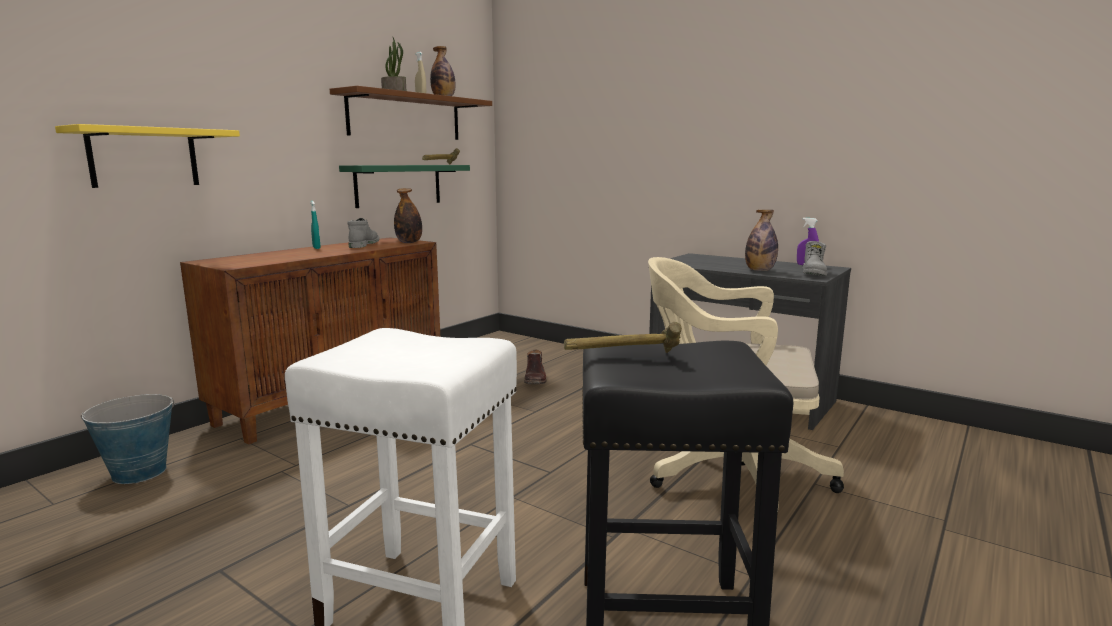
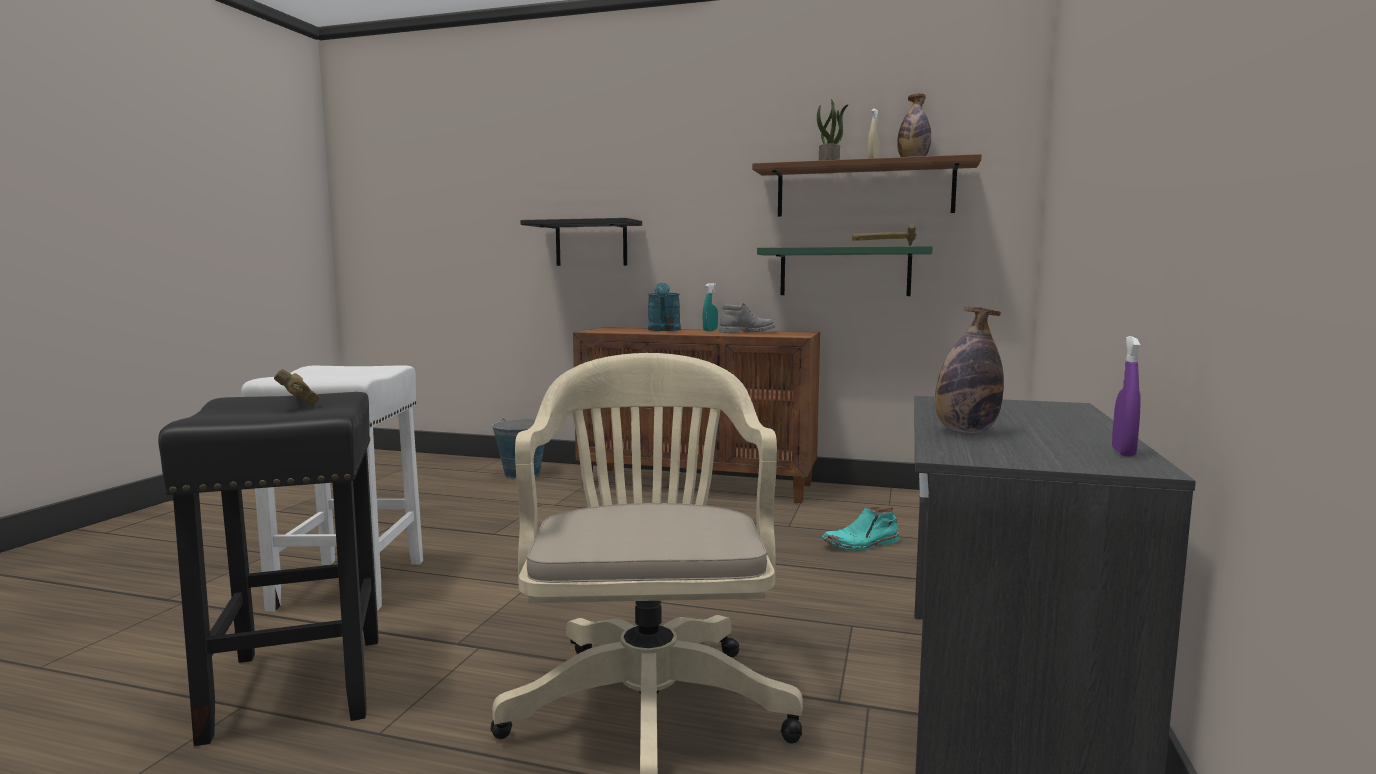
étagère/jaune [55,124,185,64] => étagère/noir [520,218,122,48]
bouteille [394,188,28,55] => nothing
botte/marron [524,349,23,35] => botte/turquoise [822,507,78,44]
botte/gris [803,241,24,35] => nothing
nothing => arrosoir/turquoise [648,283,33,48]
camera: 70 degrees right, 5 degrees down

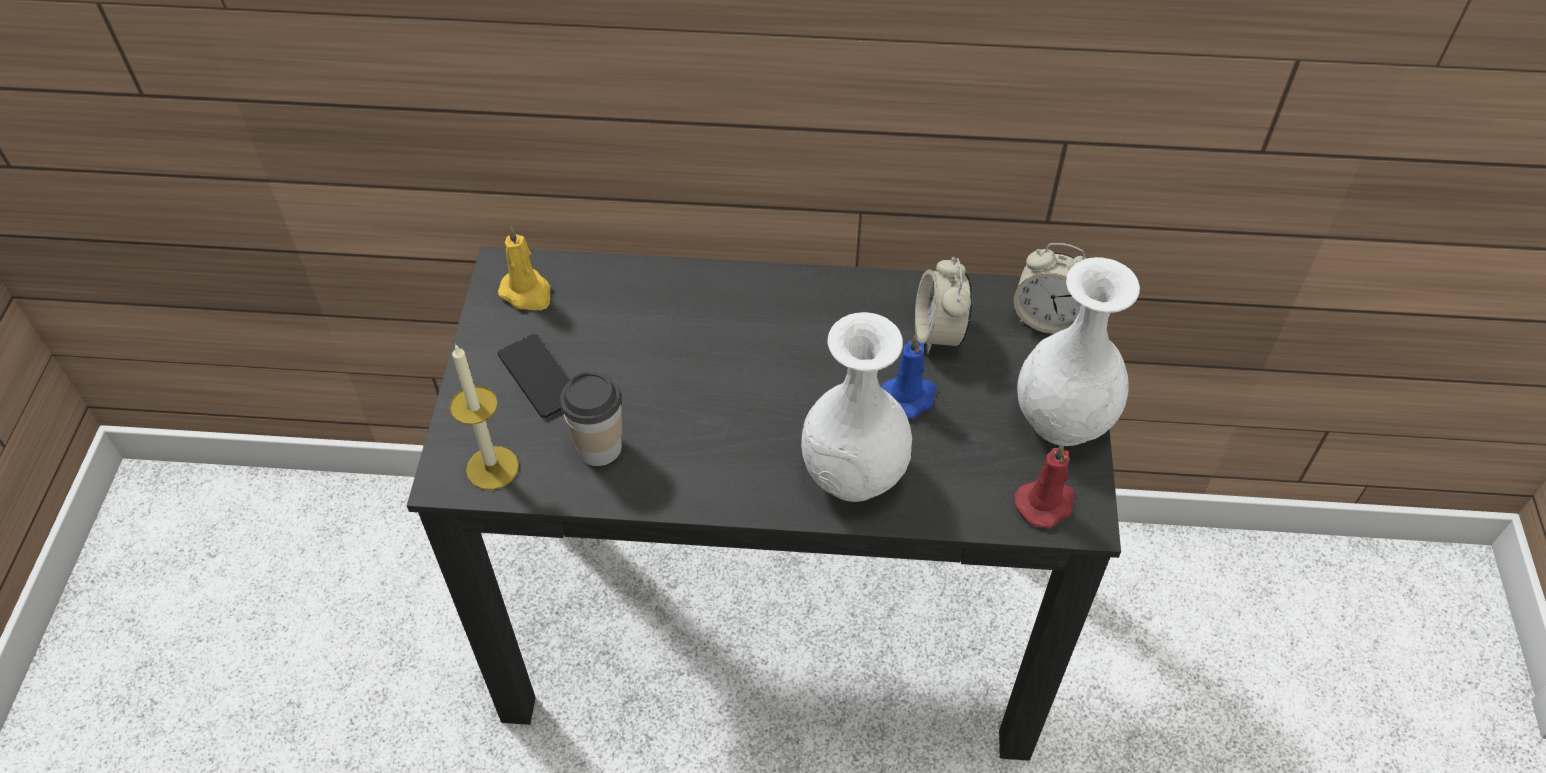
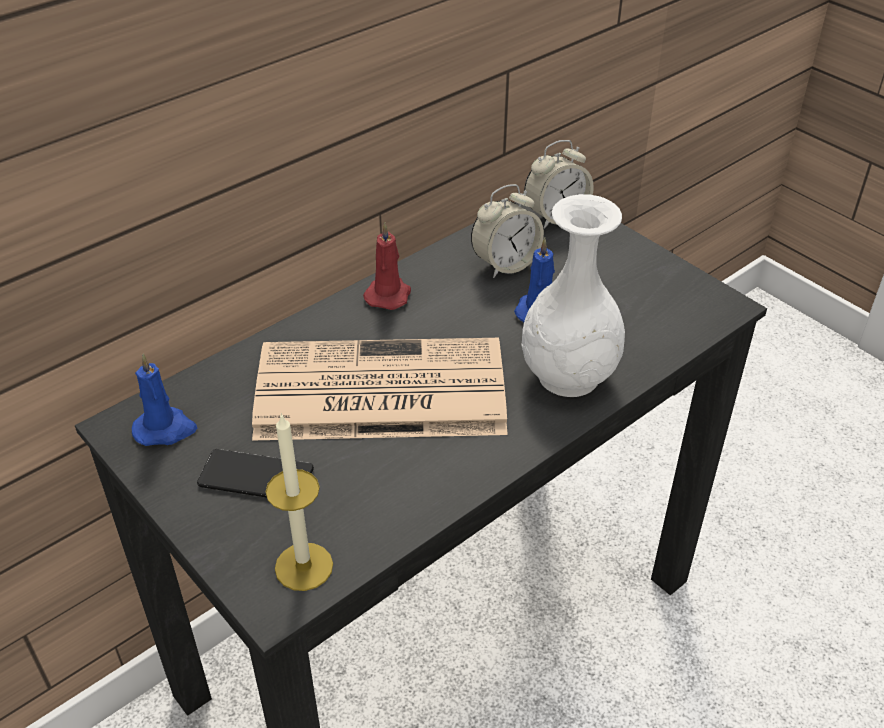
bougie/jaune [498,226,52,84] => bougie/bleu [132,354,65,92]
tasse [560,373,62,93] => nothing
réveil [915,257,57,97] => réveil [471,184,73,94], 75 degrees counterclockwise
bougie/rouge [1014,443,61,85] => bougie/rouge [363,223,48,87], move
vase/blanc [1017,257,123,189] => nothing
nothing => journal [252,338,256,102]
camera: 45 degrees left, 10 degrees down

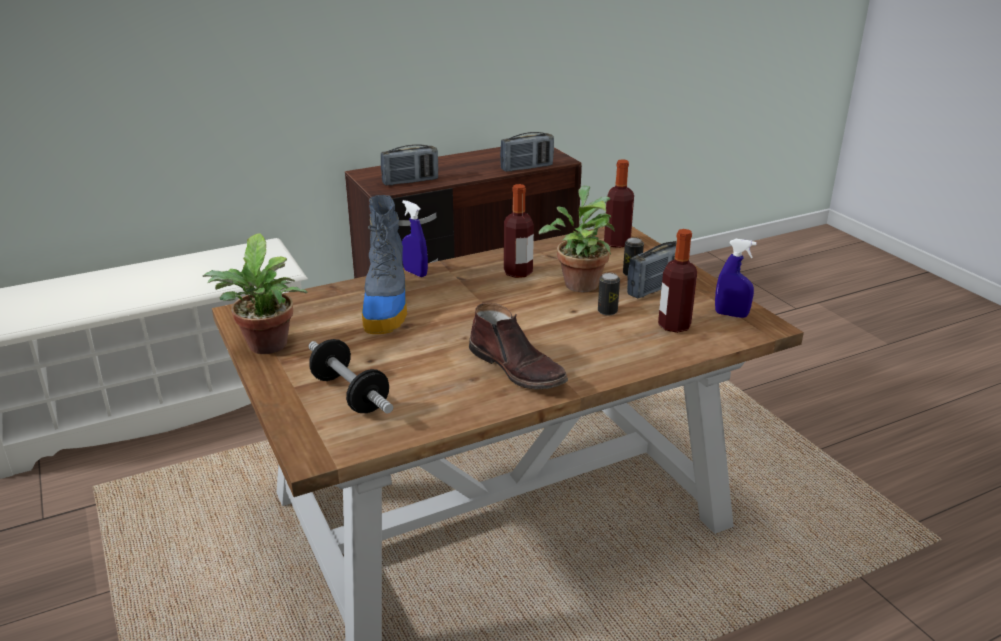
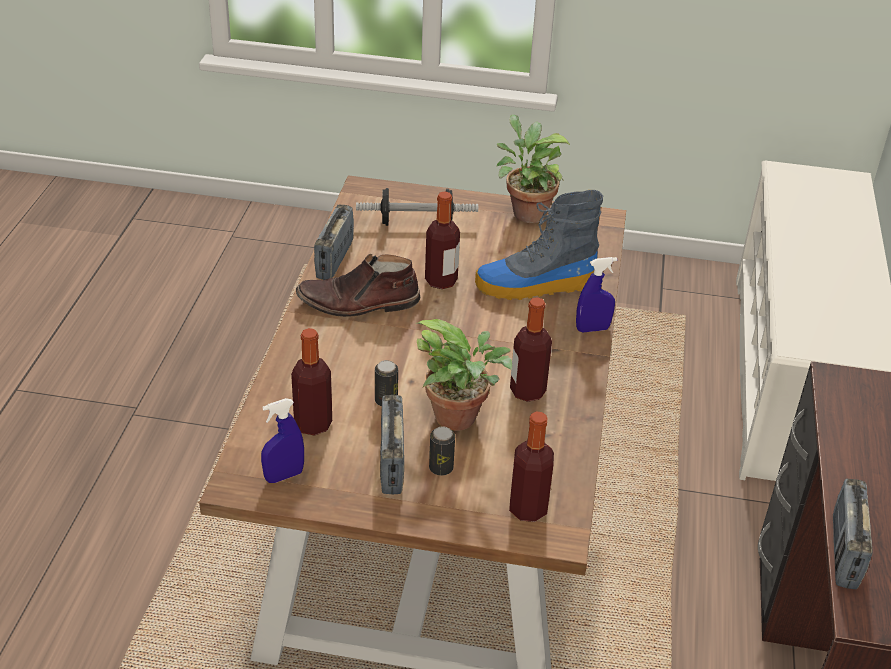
botte [362,195,45,139] => botte [475,190,128,110], 45 degrees counterclockwise
radio [381,144,57,42] => radio [314,205,40,75], move
nothing => bouteille [425,191,35,98]
camera: 125 degrees right, 10 degrees up

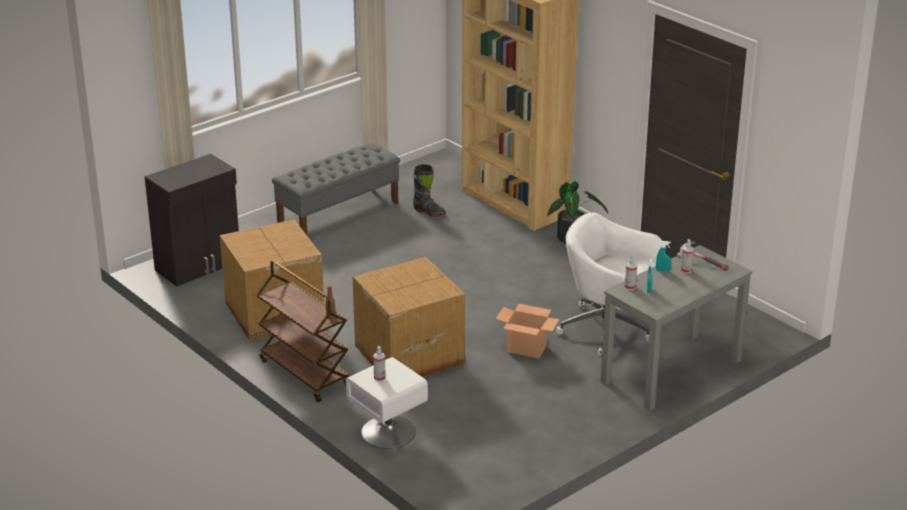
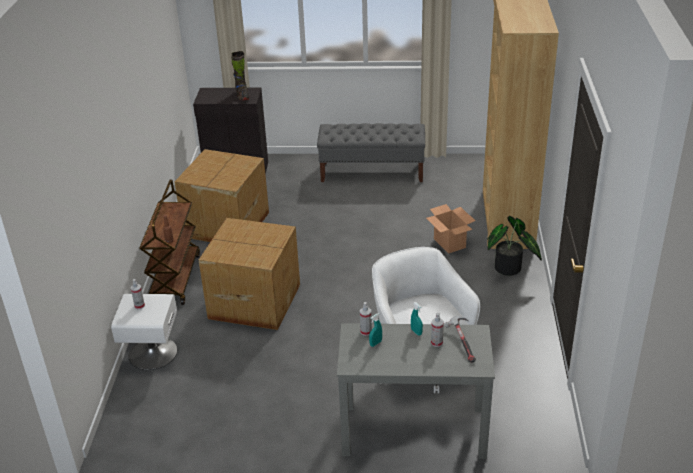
botte/noir [413,164,33,53] => botte/noir [231,51,18,50], move
carton [496,304,63,54] => carton [426,204,50,50], move
camera: 45 degrees right, 5 degrees up

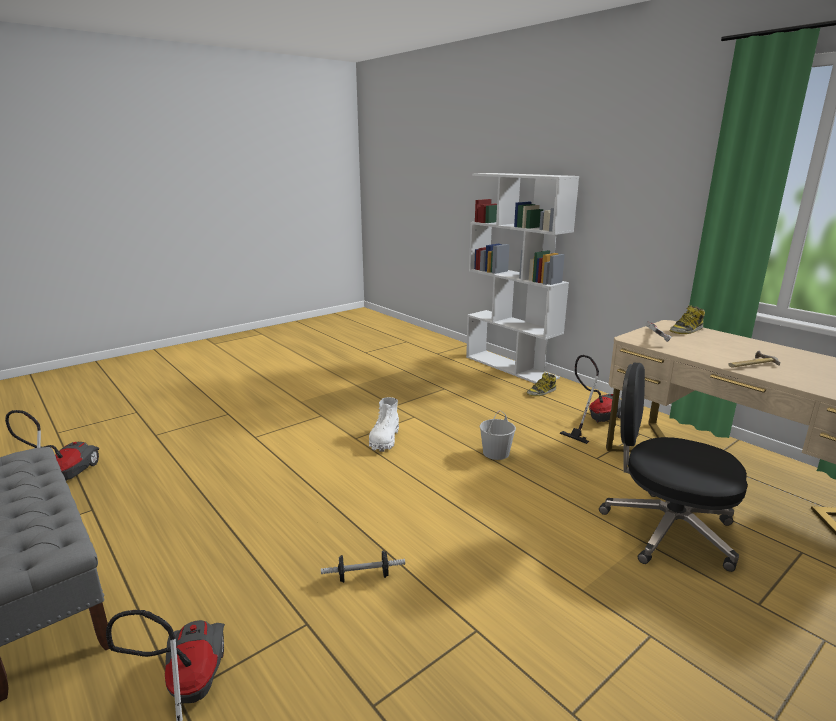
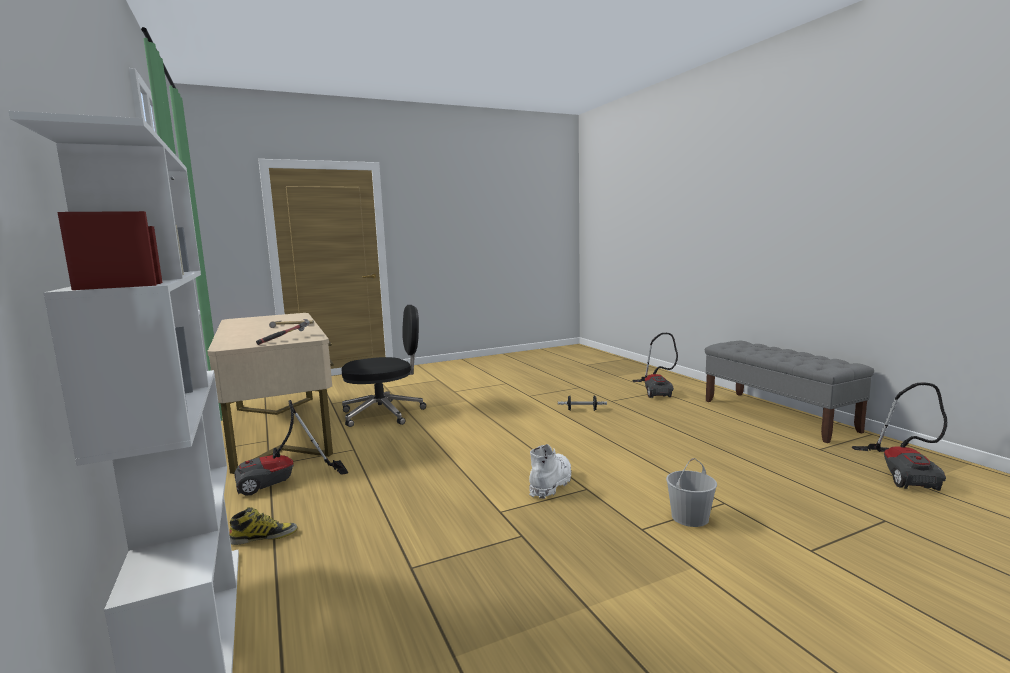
seau/blanc [480,410,36,50] => seau/blanc [666,458,51,69], move
chaise de bureau/noir [599,363,149,209] => chaise de bureau/noir [341,305,85,122], 60 degrees counterclockwise
botte [670,306,35,28] => nothing
camera: 165 degrees left, 10 degrees down

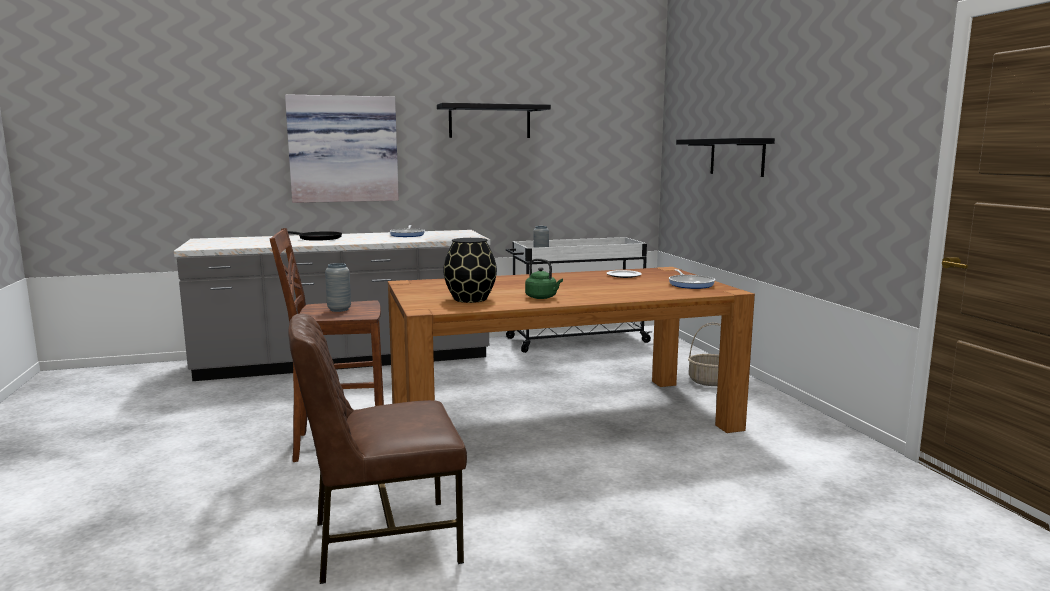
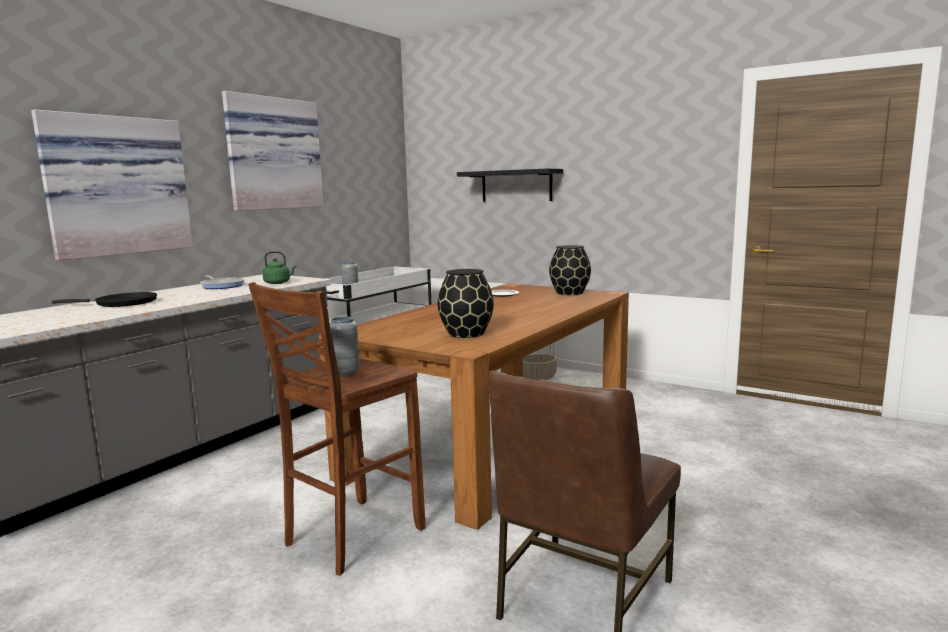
étagère/noir [437,103,114,35] => tableau [222,91,102,120]
bouilloire/vert [525,259,38,40] => bouilloire/vert [262,251,35,33], move
poêle [669,269,46,20] => vase/noir [549,245,42,50]
camera: 40 degrees left, 0 degrees up

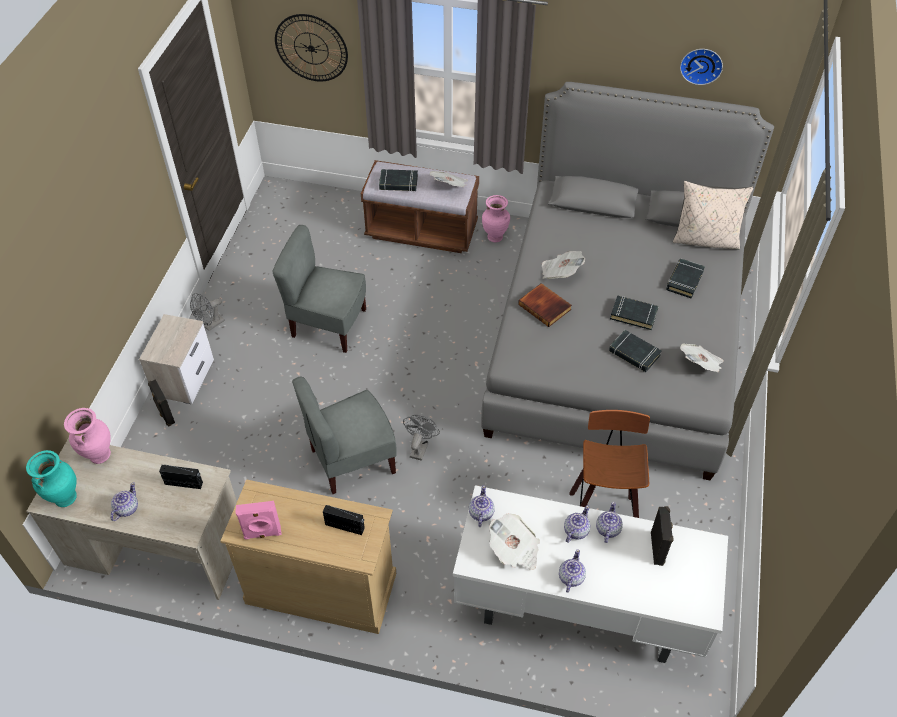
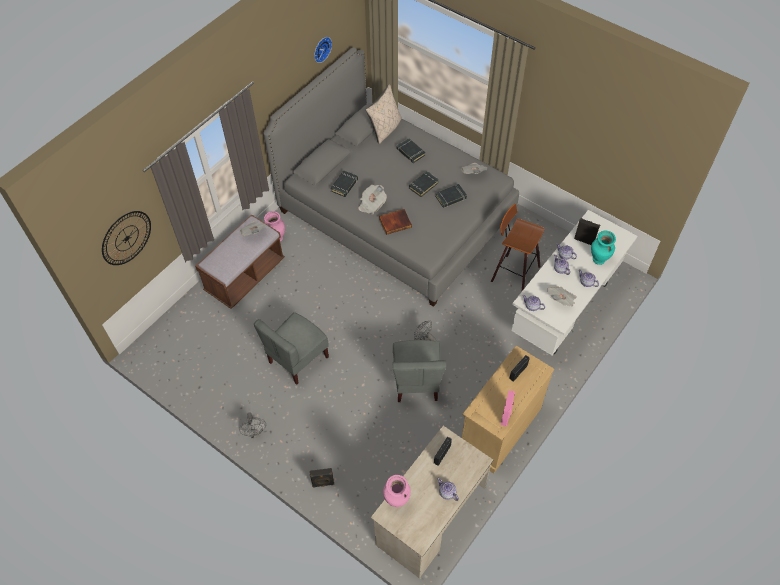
vase/turquoise [26,450,51,57] => vase/turquoise [591,231,25,34], move
table de chevet [139,314,75,90] => nothing
livre/noir [379,169,39,23] => livre/noir [330,170,28,27], move
camera: 65 degrees left, 5 degrees up

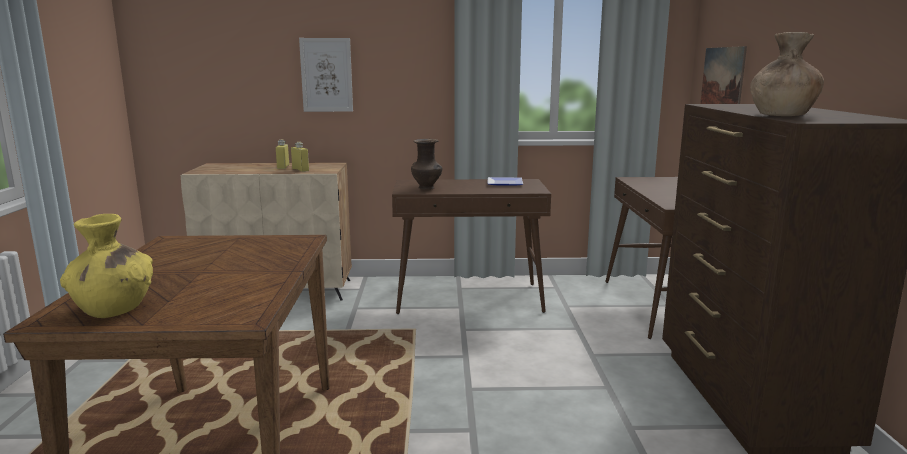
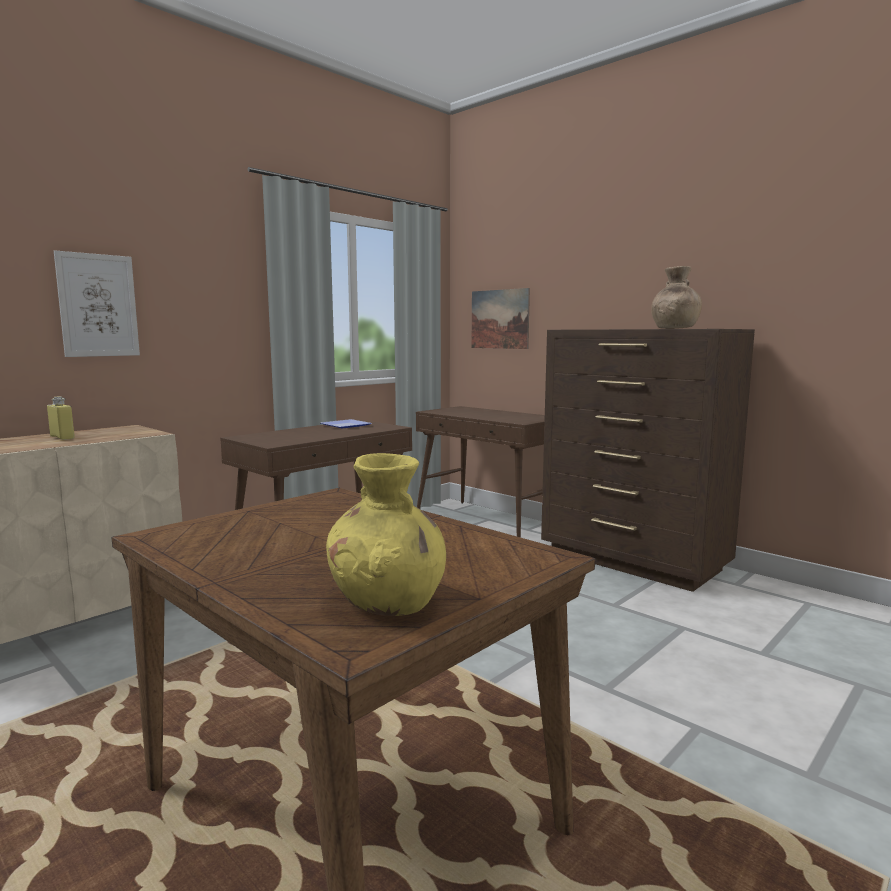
bouteille/jaune [291,142,18,30] => nothing
vase/marron [411,139,32,51] => nothing
camera: 45 degrees left, 5 degrees down

